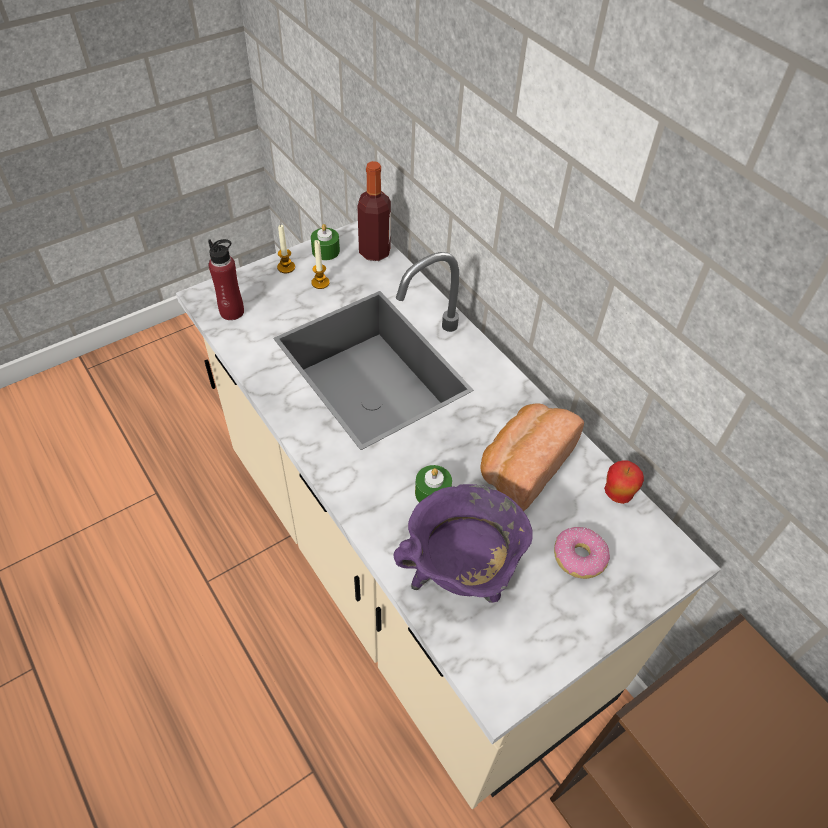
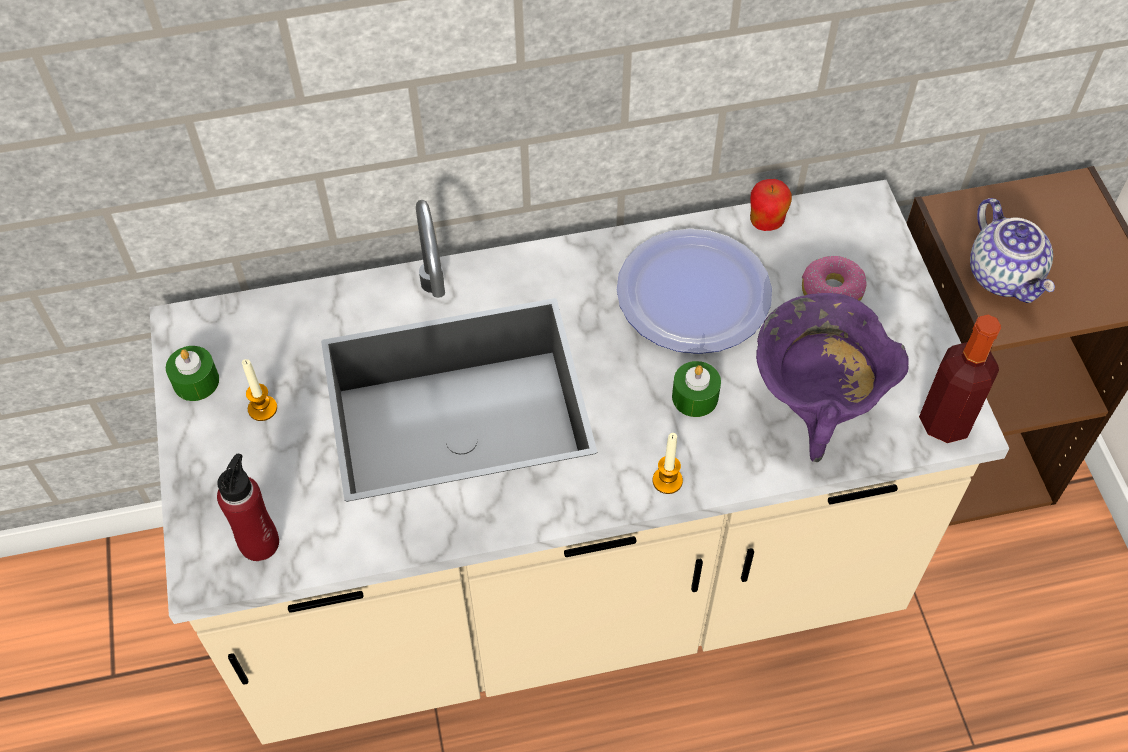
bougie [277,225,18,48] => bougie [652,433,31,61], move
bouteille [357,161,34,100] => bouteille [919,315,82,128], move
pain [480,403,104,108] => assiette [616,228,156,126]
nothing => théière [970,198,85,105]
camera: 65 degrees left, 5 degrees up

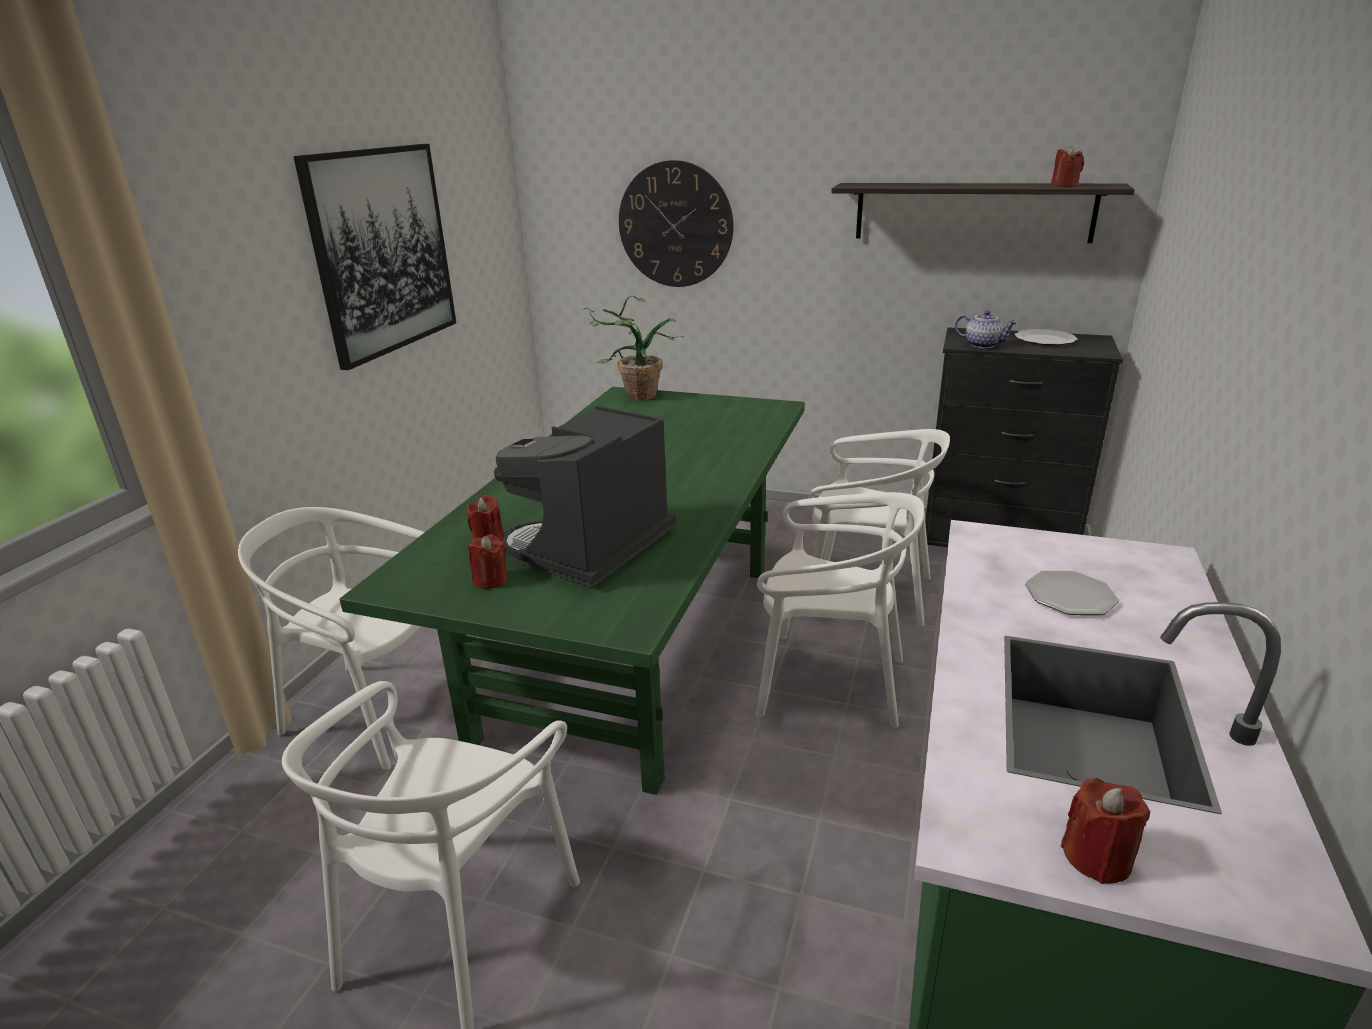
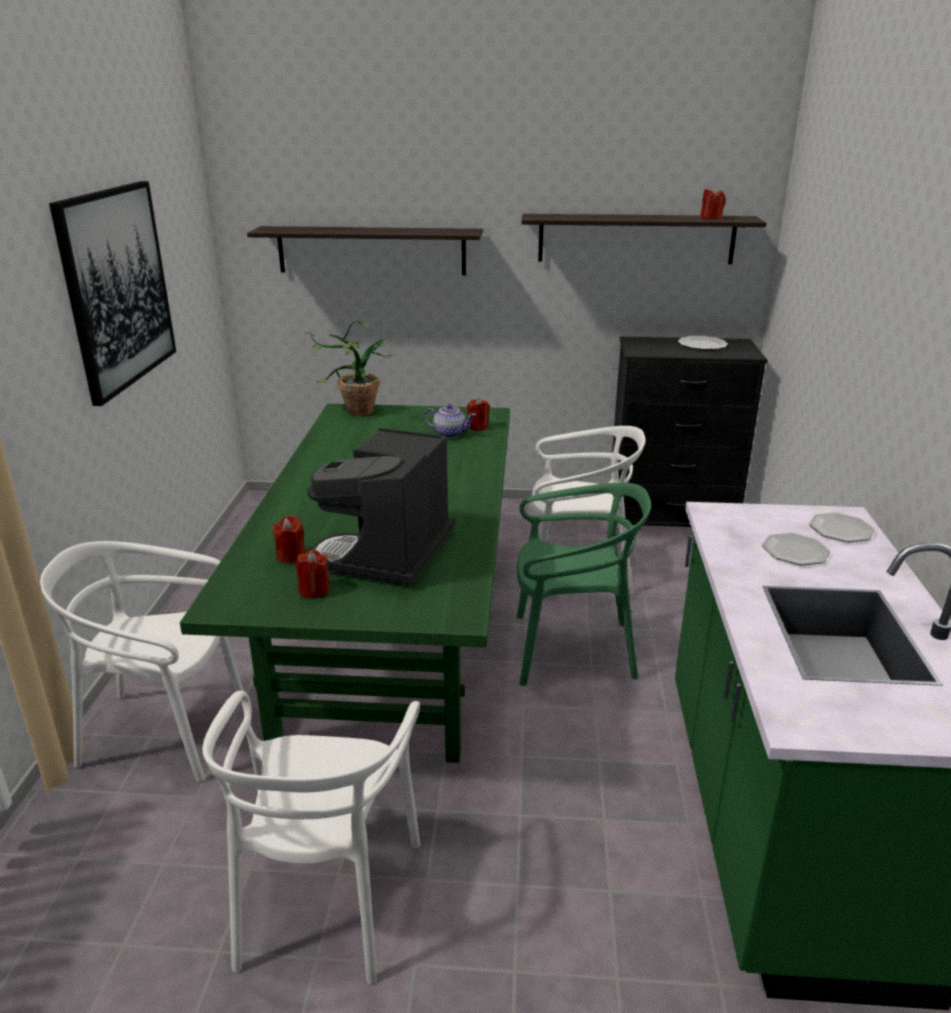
horloge murale [619,160,114,127] => étagère [247,226,236,49]
chaise/blanc [756,492,168,236] => chaise/vert [516,482,135,204]
théière [955,310,62,38] => théière [424,404,52,34], move
bougie/rouge [1061,778,89,106] => bougie/rouge [467,398,23,33], move
nothing => assiette [809,513,66,29]
camera: 15 degrees left, 0 degrees up

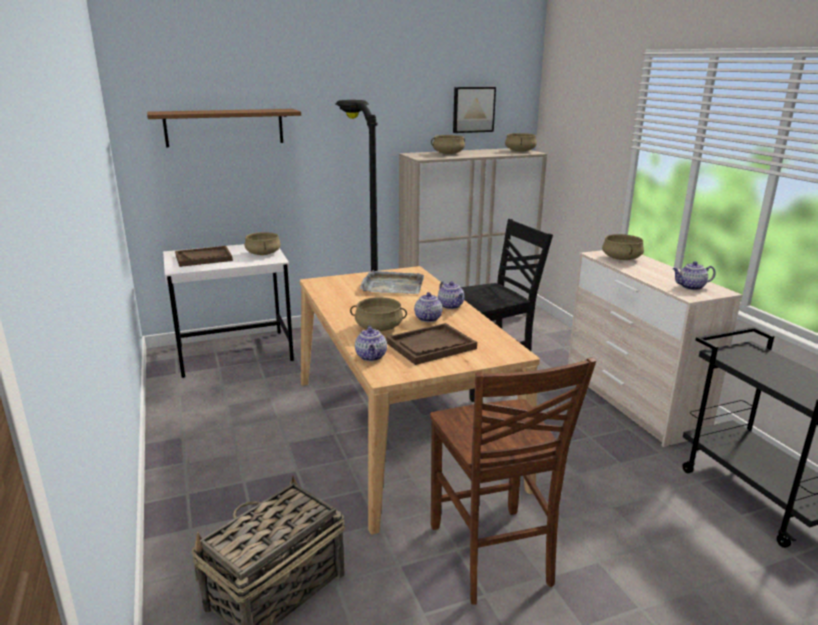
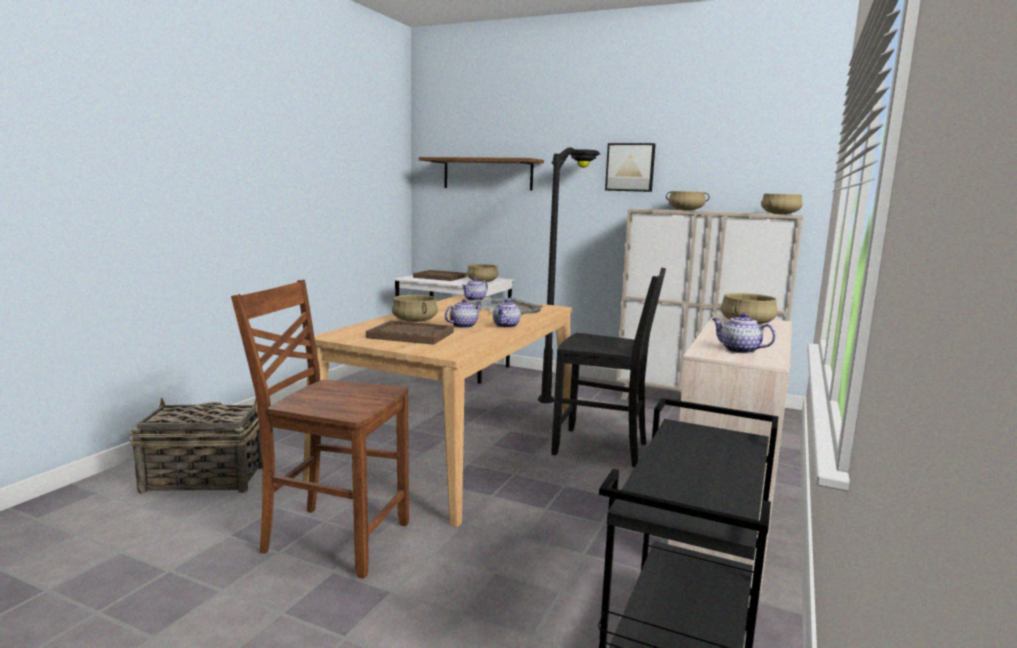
théière [355,325,32,36] => théière [462,278,26,23], move
chaise/marron [430,358,166,246] => chaise/marron [231,280,178,298], 75 degrees clockwise
tableau [453,87,43,46] => tableau [605,143,51,49], move
camera: 45 degrees right, 10 degrees down

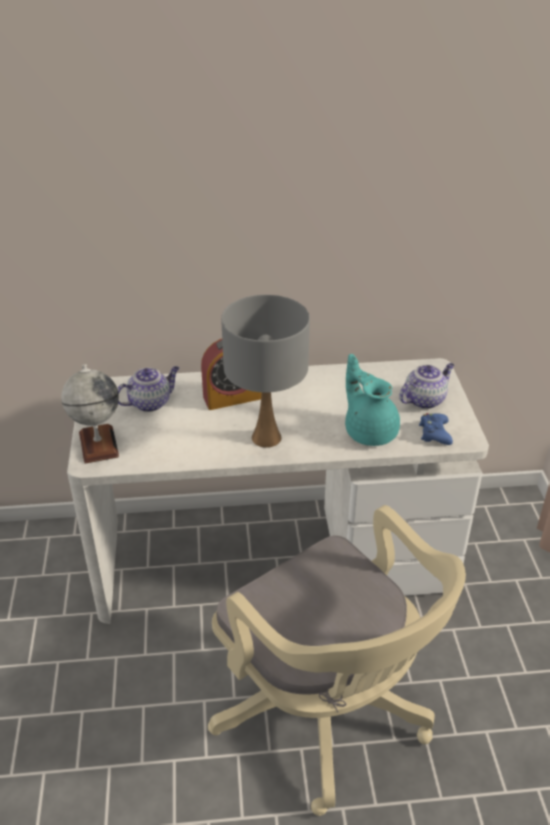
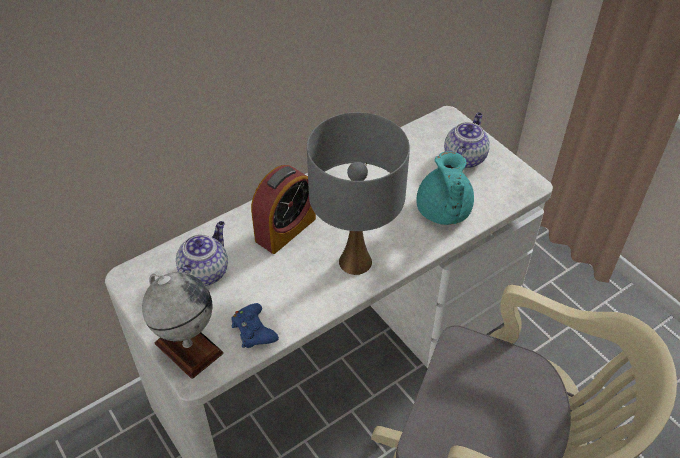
théière/turquoise [345,354,55,92] => théière/turquoise [416,151,58,74], 120 degrees counterclockwise
manette/bleu [419,413,34,32] => manette/bleu [231,303,48,45], move
camera: 30 degrees left, 10 degrees up

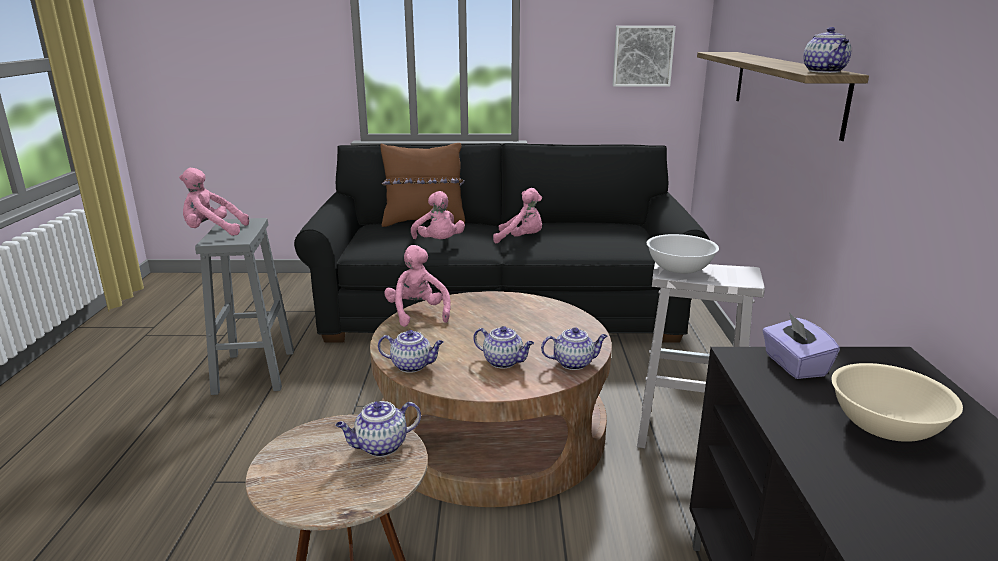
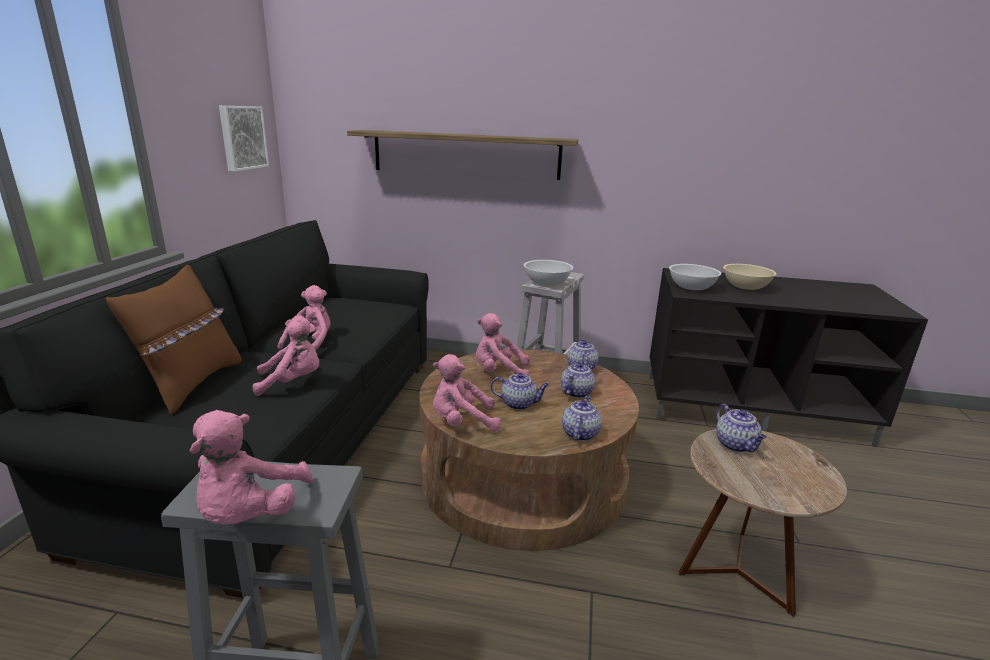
boîte à mouchoirs/violet [762,312,78,67] => bol/blanc [669,264,52,26]
théière [803,27,48,46] => théière [490,373,59,37], move
nothing => peluche/rose [476,313,54,63]
camera: 80 degrees left, 0 degrees up

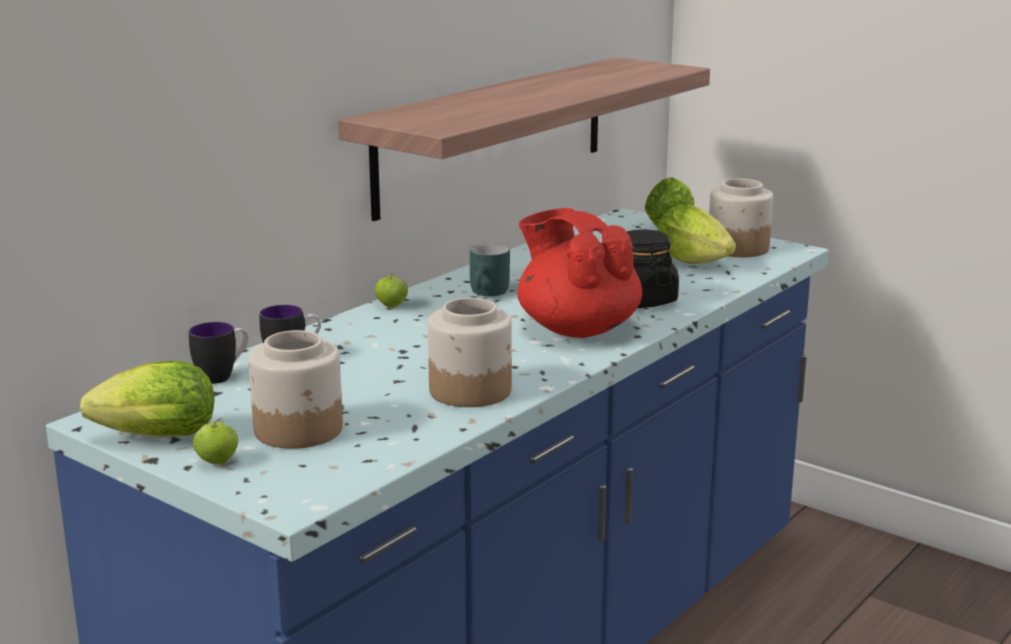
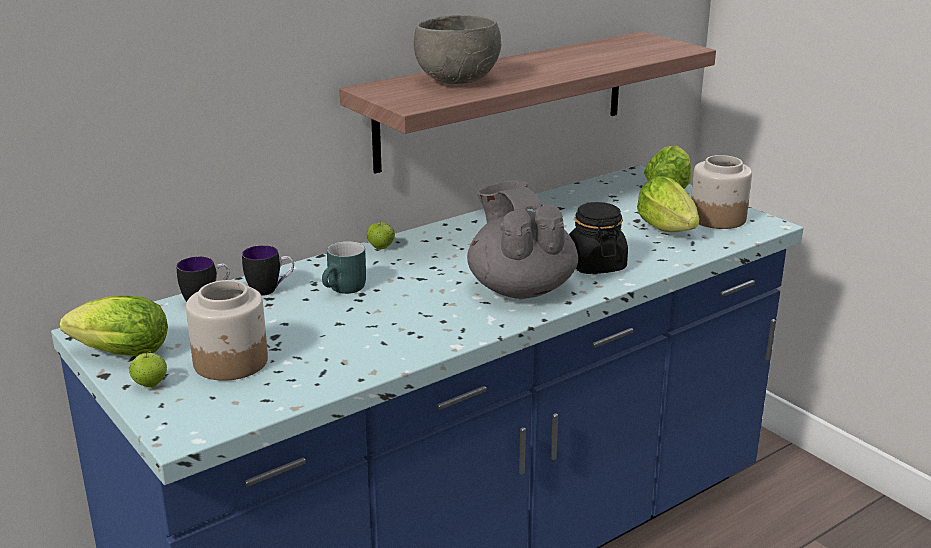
bocal [428,298,84,109] => nothing
mug/turquoise [470,243,40,53] => mug/turquoise [322,241,44,53], move
théière/rouge [518,208,124,130] => théière/gris [467,180,111,119]
nothing => bol/gris [414,15,87,69]
camera: 15 degrees right, 5 degrees up

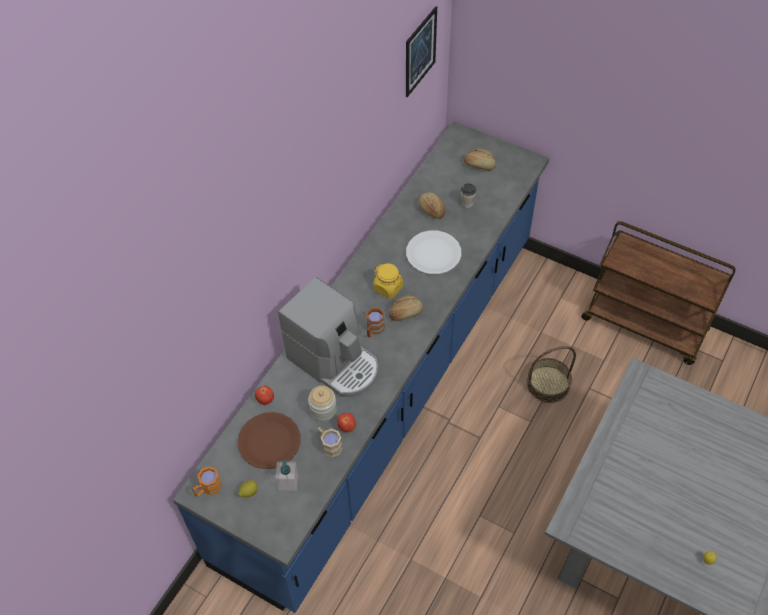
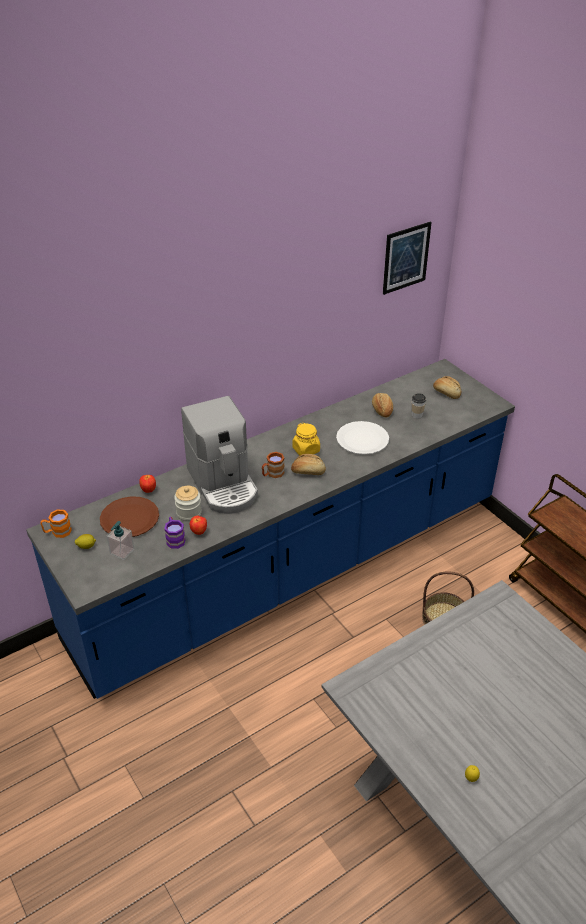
mug/beige [317,427,25,30] => mug/violet [164,517,21,32]
camera: 25 degrees right, 15 degrees down

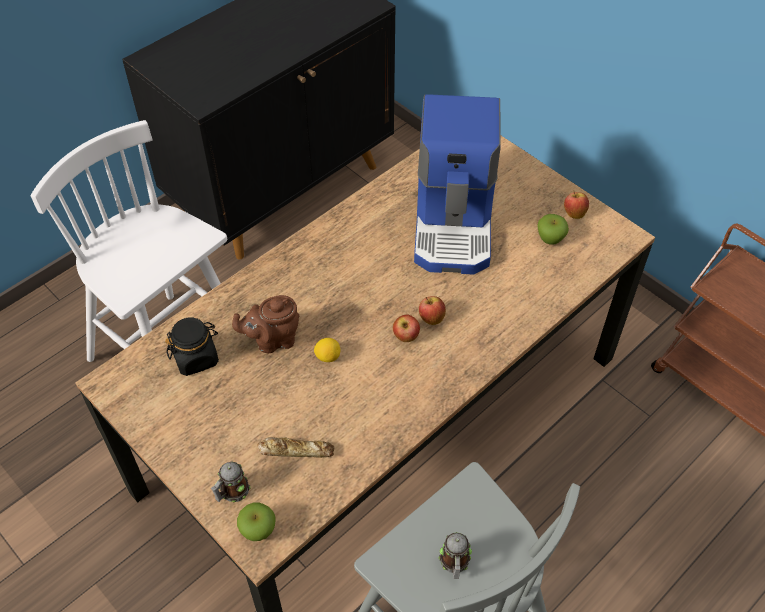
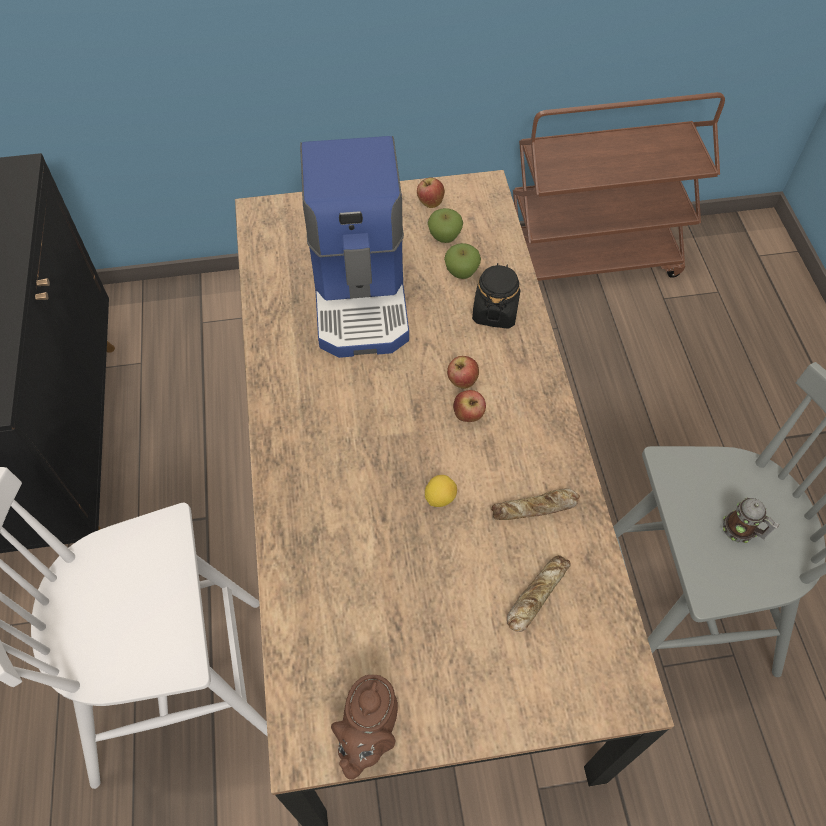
bocal/noir [165,318,54,58] => bocal/noir [472,263,48,65], move
mug [211,462,40,40] => nothing
théière/marron [232,295,67,58] => théière/marron [331,675,67,105], move
pomme [237,502,39,39] => pomme [444,243,37,36], move
machine à café [414,94,87,181] => machine à café [300,136,109,222], 45 degrees clockwise
nothing => pain [491,488,89,32]
camera: 55 degrees left, 5 degrees up

